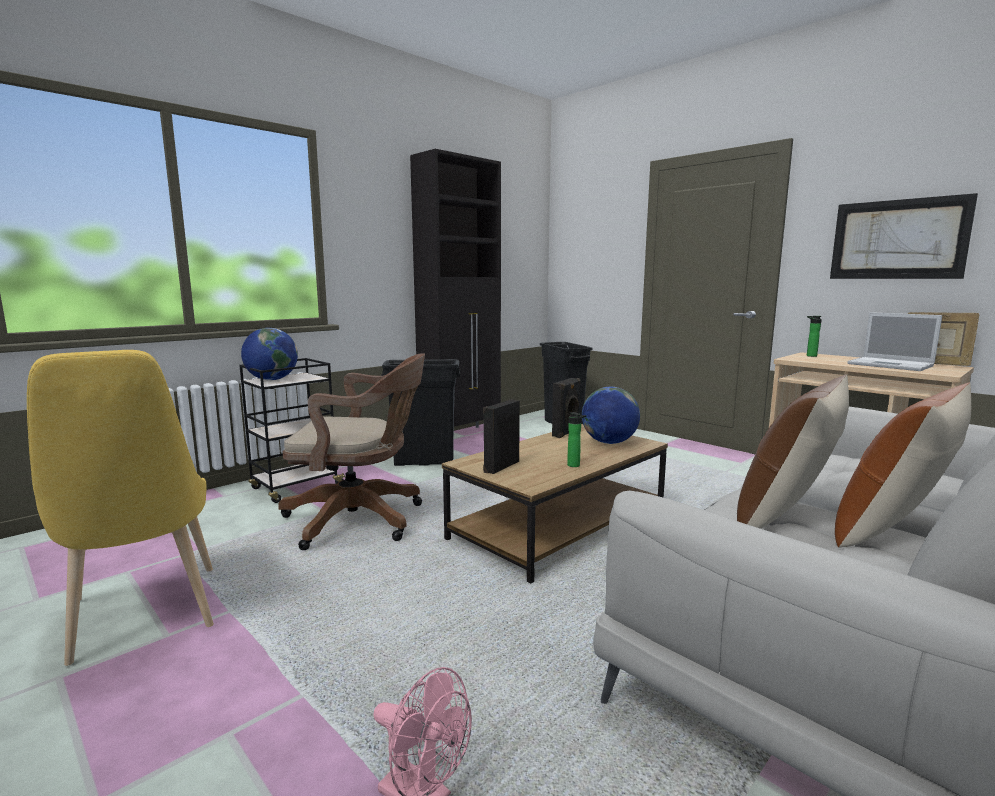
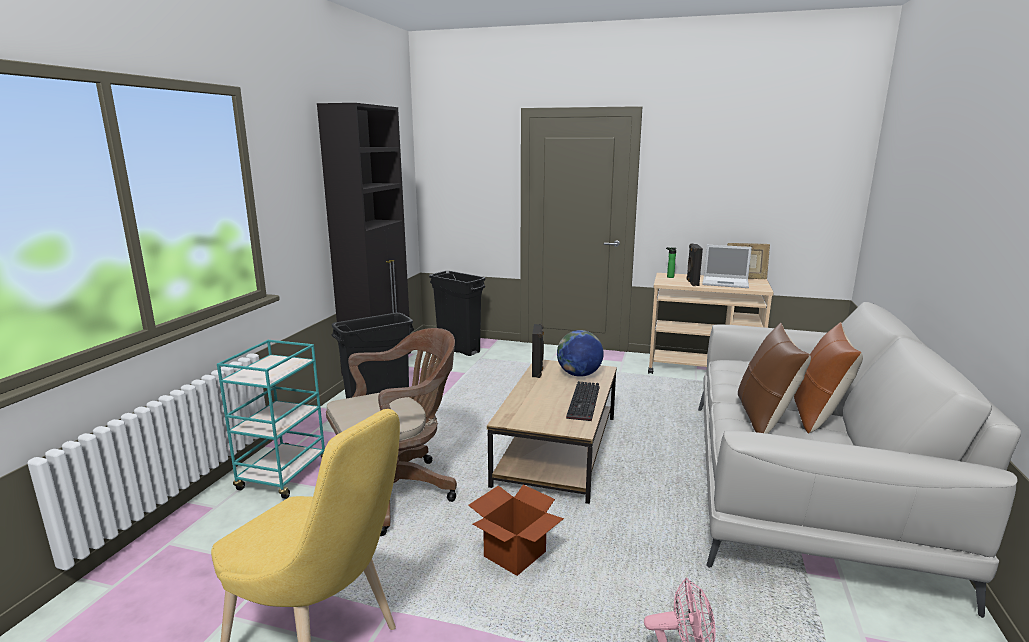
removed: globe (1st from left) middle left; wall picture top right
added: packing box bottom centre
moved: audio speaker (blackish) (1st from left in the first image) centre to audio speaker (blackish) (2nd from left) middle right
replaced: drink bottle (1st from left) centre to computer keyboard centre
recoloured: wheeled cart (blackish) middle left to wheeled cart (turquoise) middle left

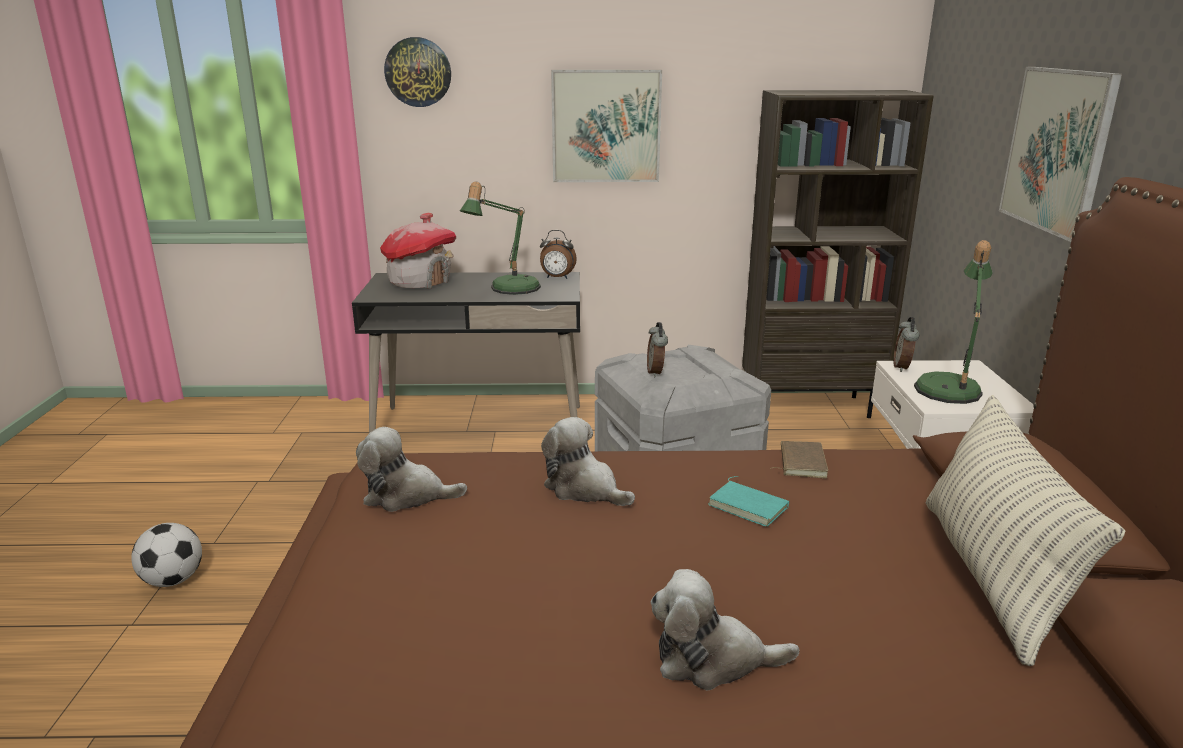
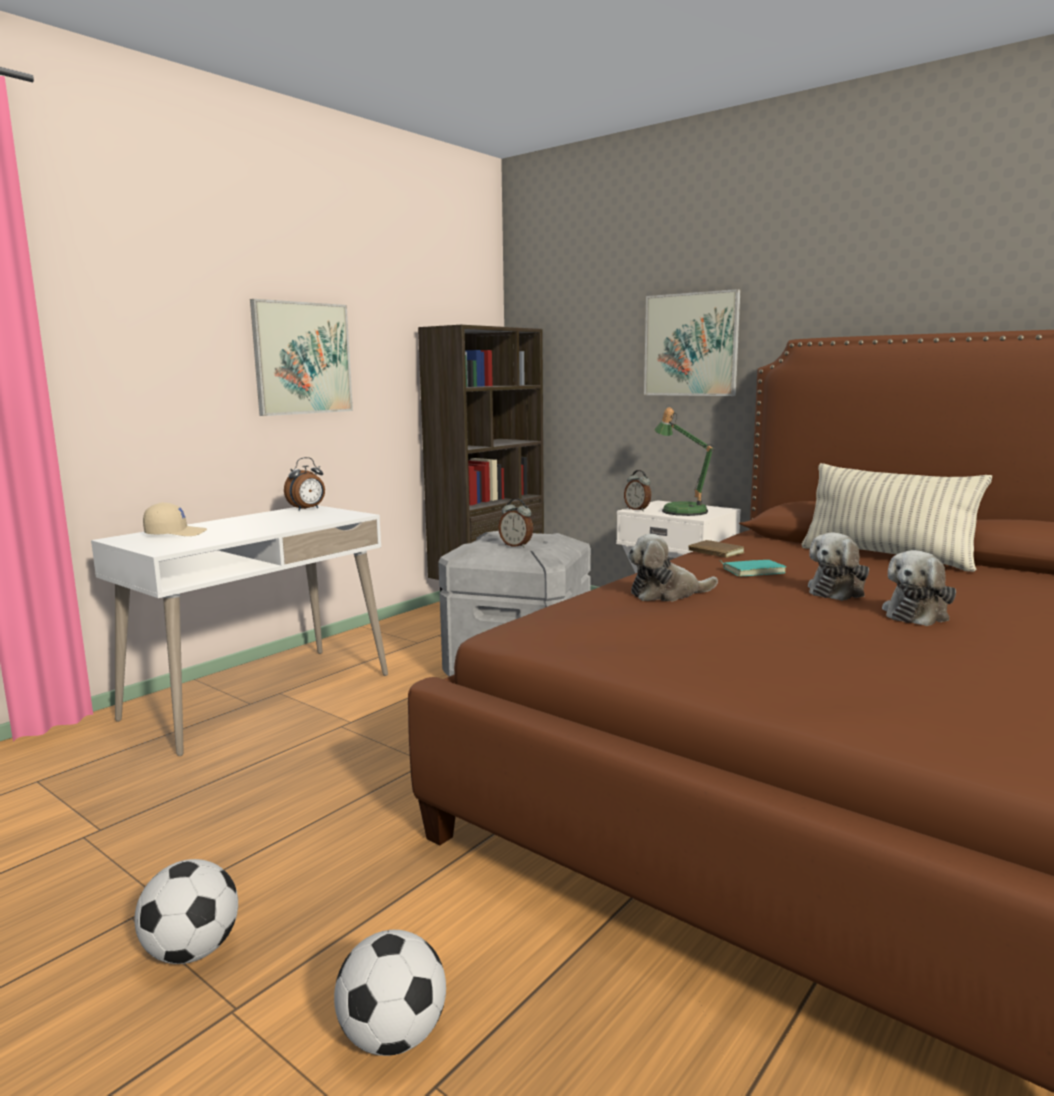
removed: hanging clock top centre; lamp for a table (1st from left) top centre
added: ball for football (2nd from left) bottom centre
moved: soft toy (1st from left in the first image) centre to soft toy (2nd from left) middle right
replaced: toy house centre to baseball cap (beige) middle left
recoloured: desk unit (blackish) centre to desk unit (white-coloured) middle left

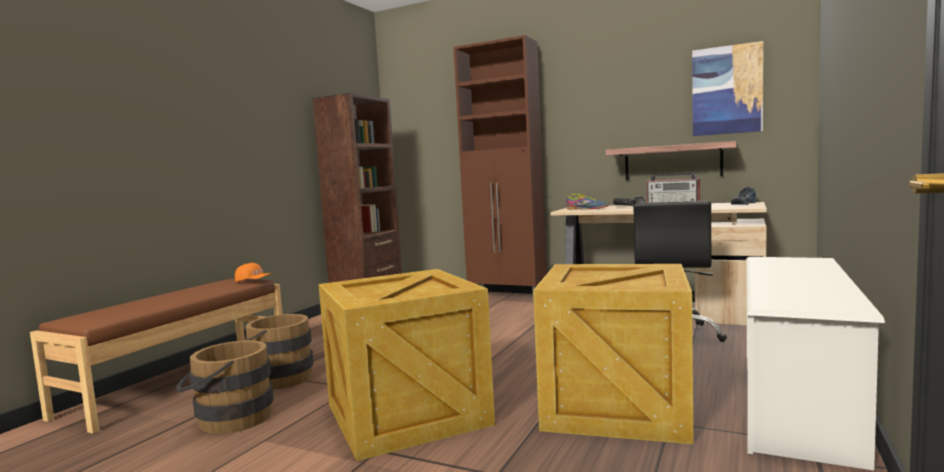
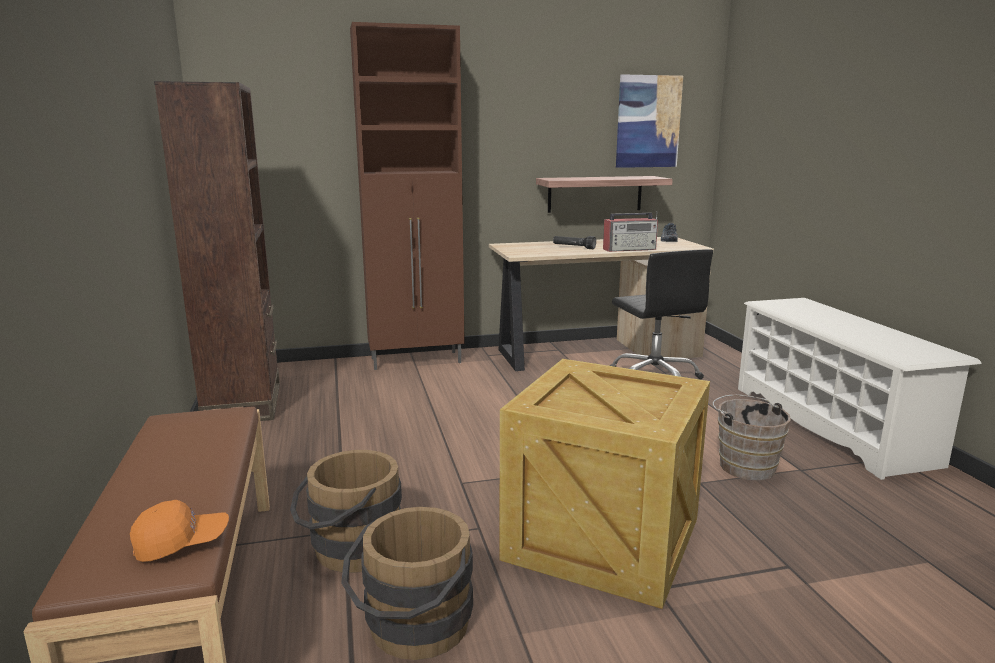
removed: shoe (1st from left) centre
moved: baseball cap (orange) middle left to bottom left
replaced: crate (2nd from left) bottom centre to water bucket (brown) (3rd from left) middle right

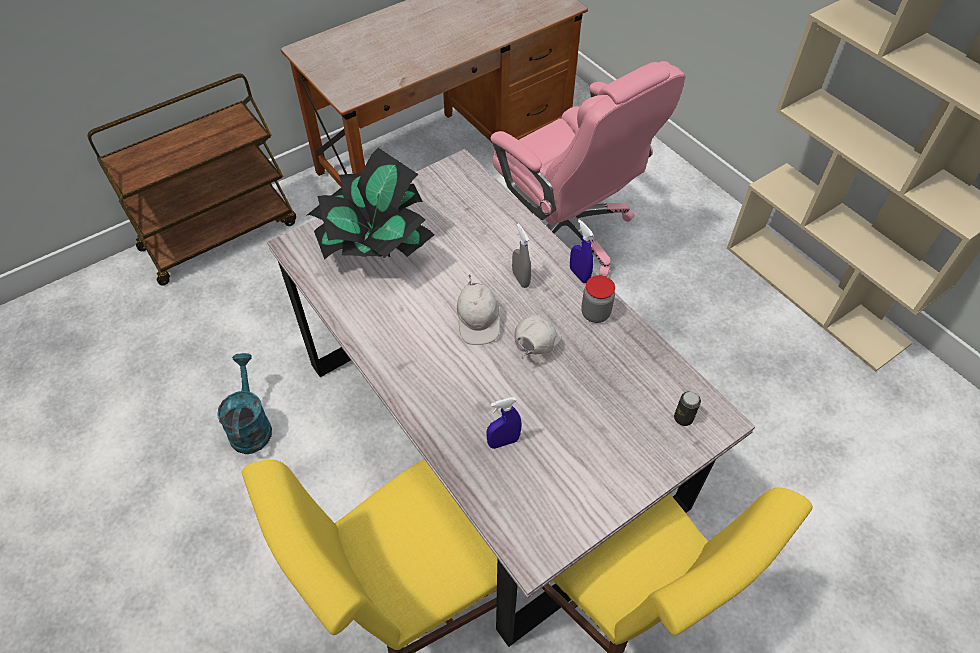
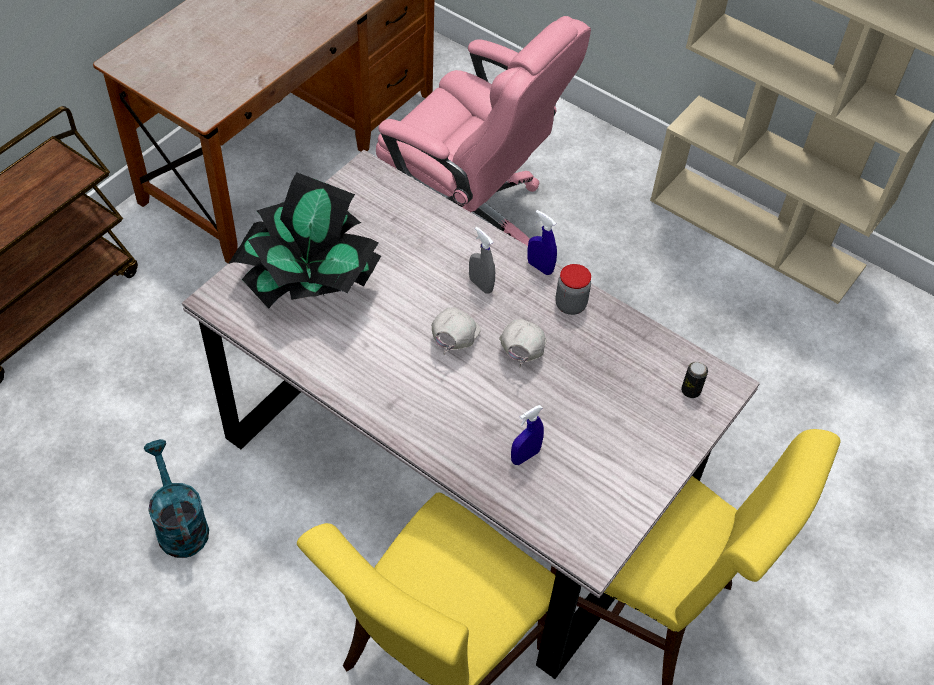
turned: baseball cap (white-coloured) (1st from left) centre = centre 135 degrees counterclockwise

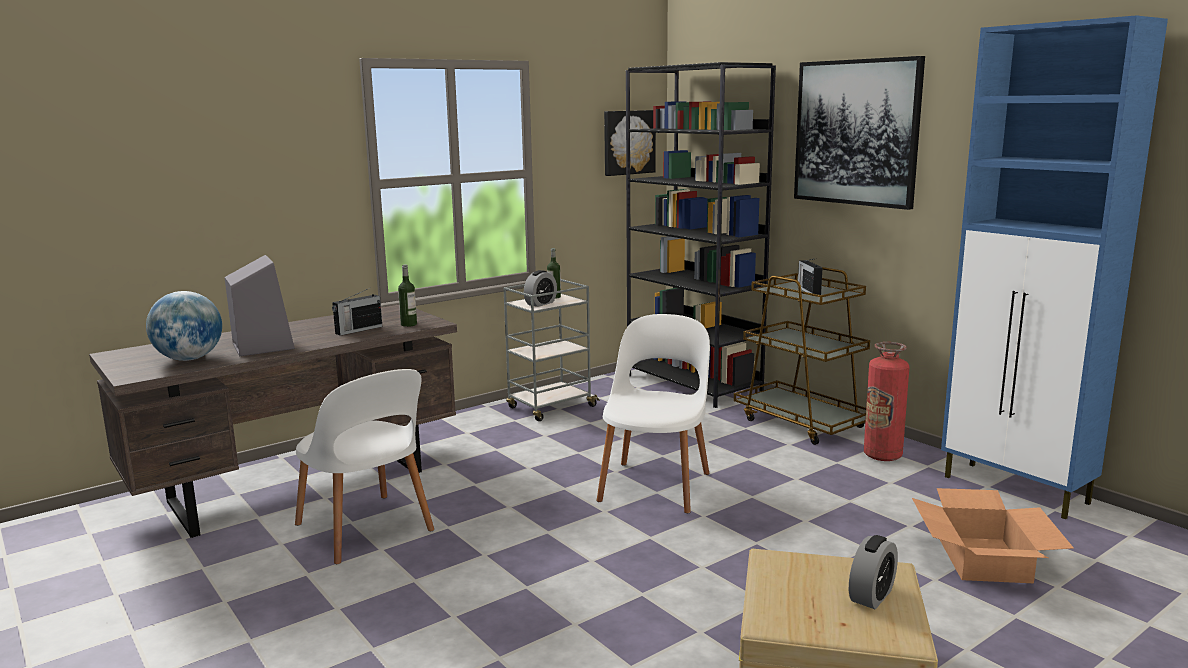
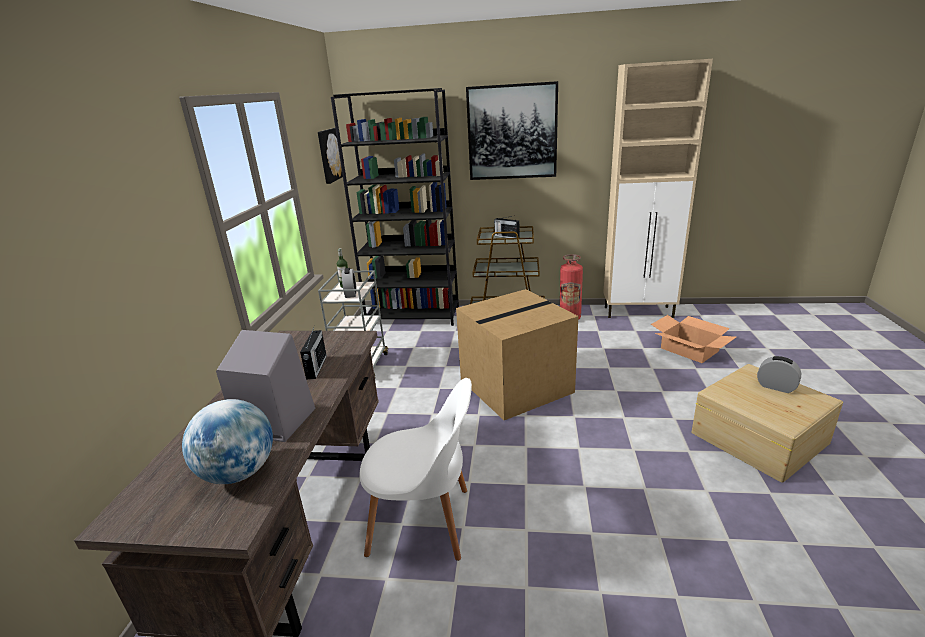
removed: drink bottle (1st from left) centre
replaced: upright chair (white-coloured) (2nd from left) centre to packing box (1st from left) centre
recoloured: storage cabinet (blue) middle right to storage cabinet (beige) top right
turned: table clock (2nd from left) bottom right = middle right 45 degrees counterclockwise

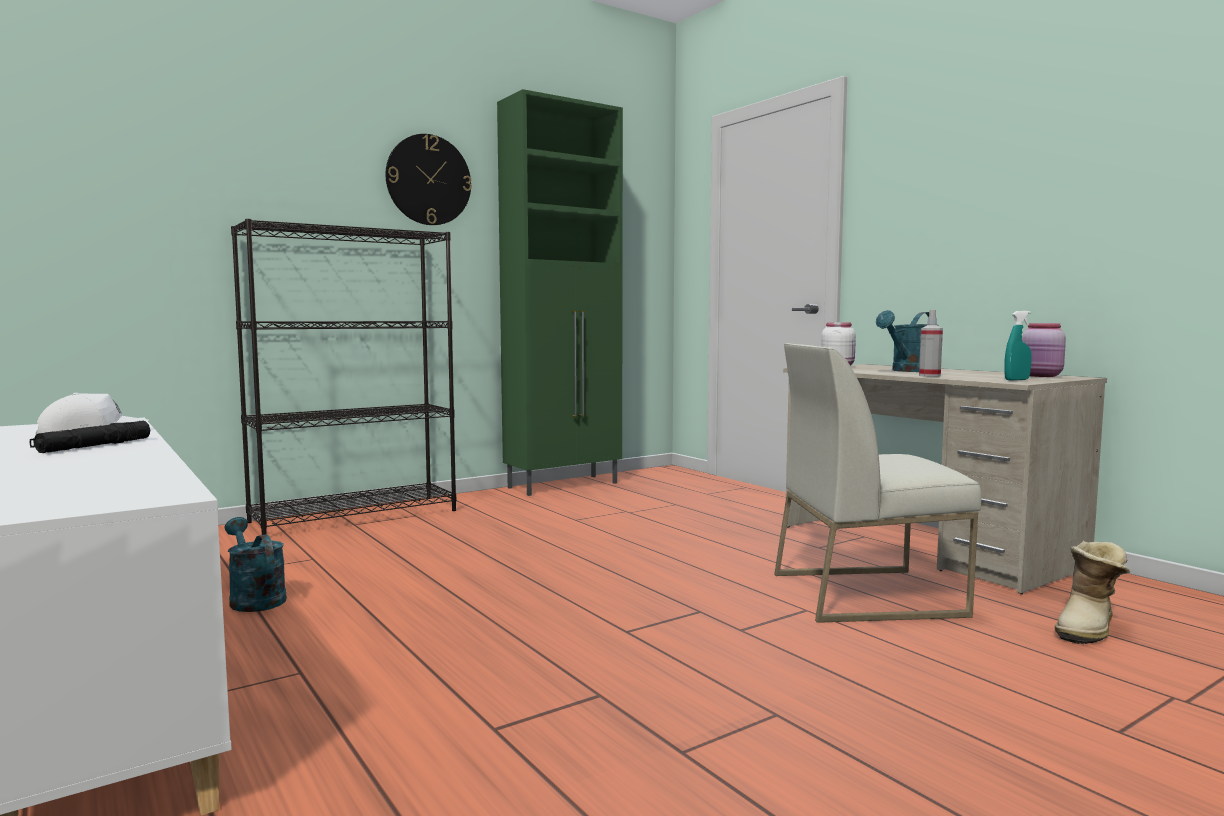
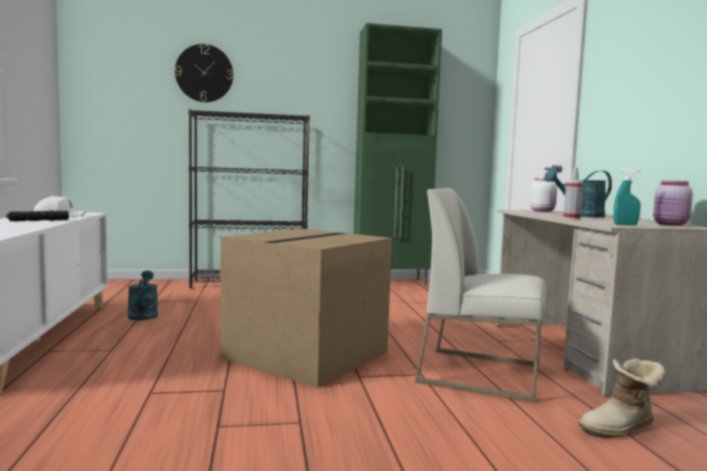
added: packing box centre
moved: hanging clock top centre to top left

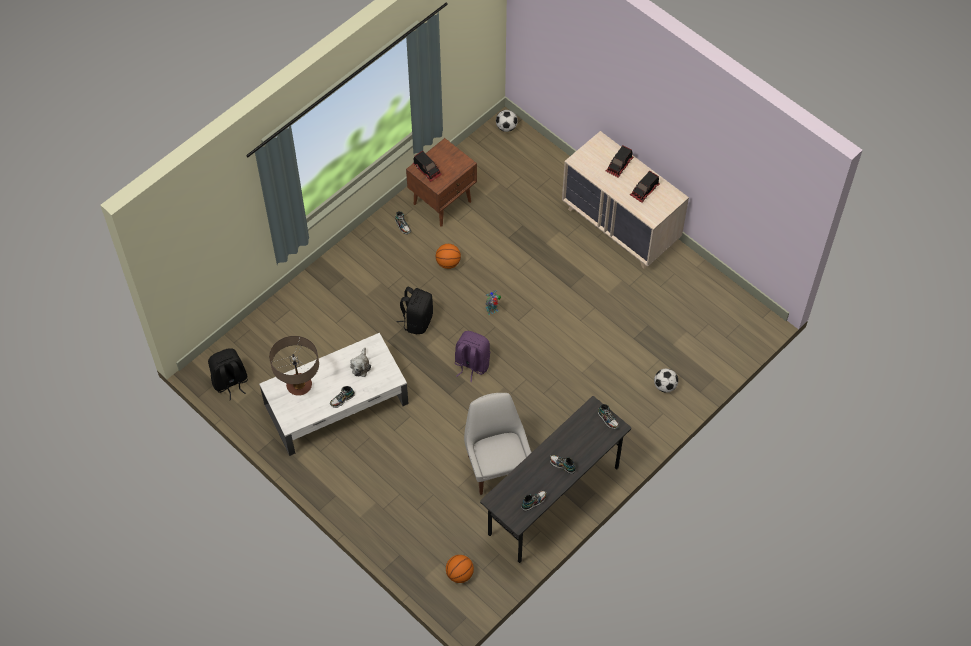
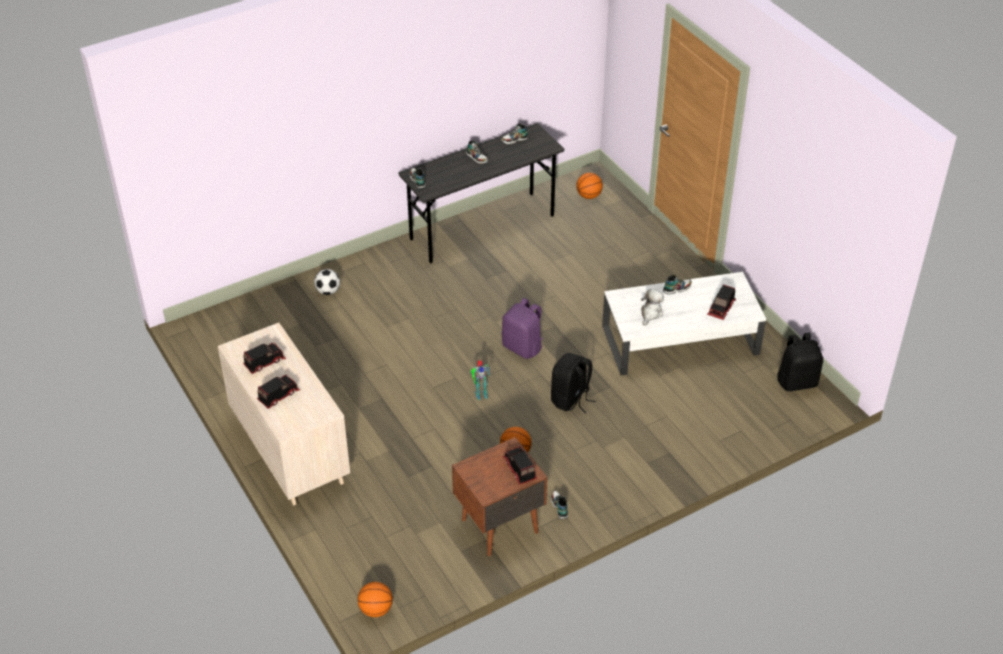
removed: upright chair (white-coloured) bottom centre
replaced: lamp for a table middle left to toy lorry (4th from left) middle right; ball for football (1st from left) top centre to basketball ball (1st from left) bottom centre

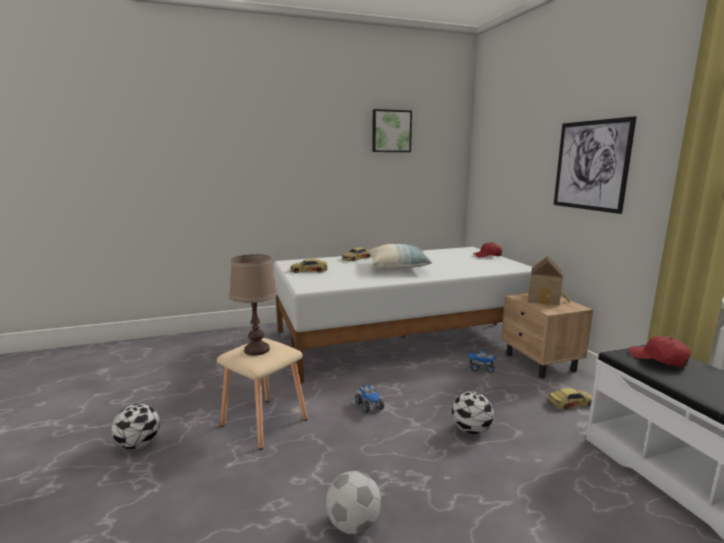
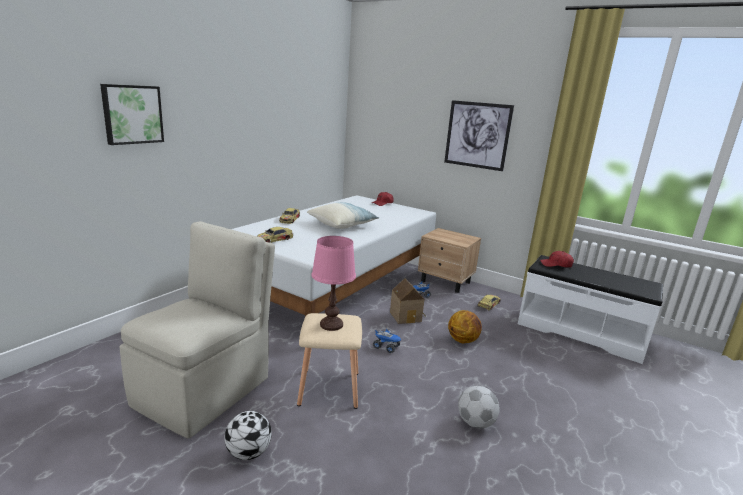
added: upright chair (beige) middle left
moved: wall picture (1st from left) top centre to top left; toy house middle right to centre
replaced: ball for football (3rd from left) bottom centre to basketball ball centre
recoloured: lamp for a table (brown) centre to lamp for a table (pinkish) centre

